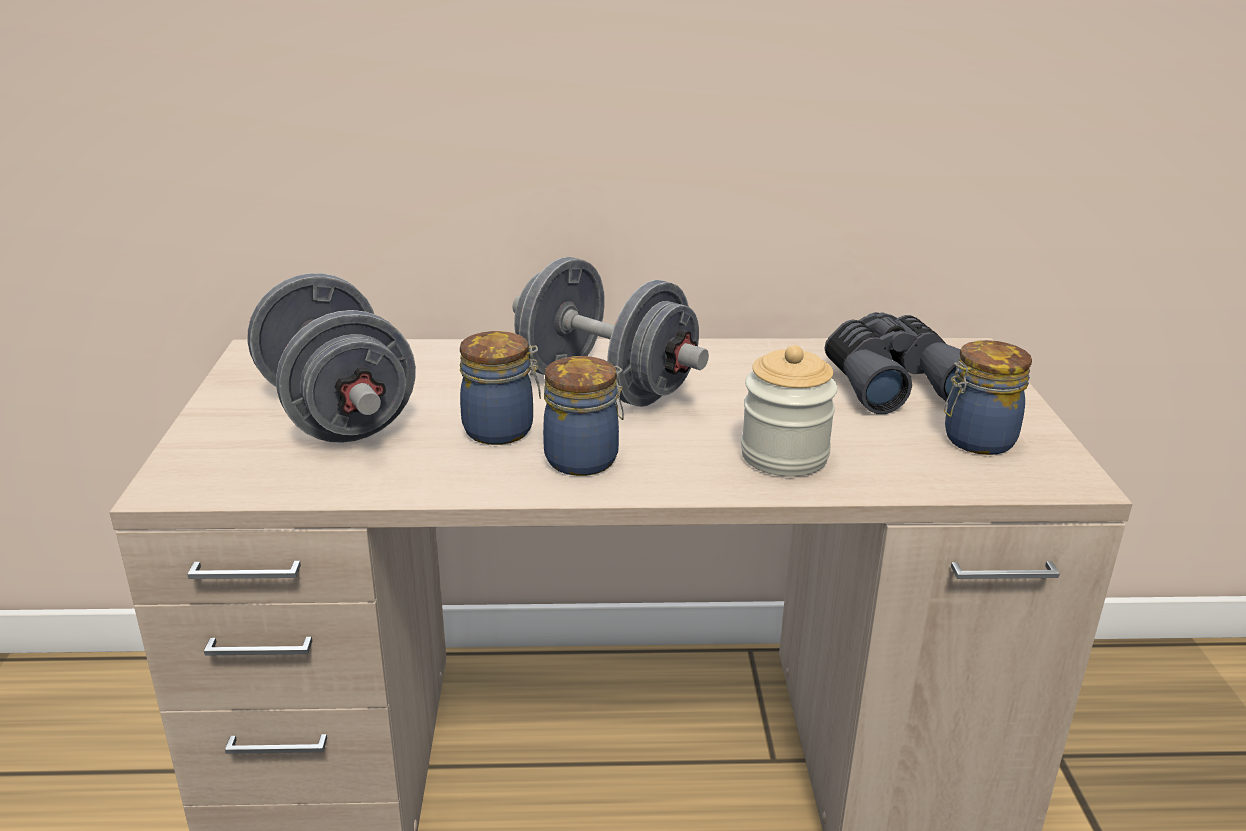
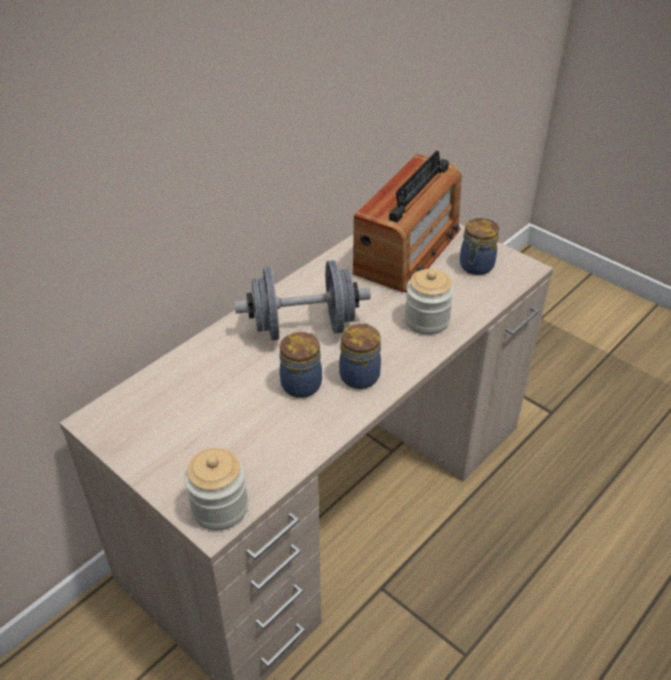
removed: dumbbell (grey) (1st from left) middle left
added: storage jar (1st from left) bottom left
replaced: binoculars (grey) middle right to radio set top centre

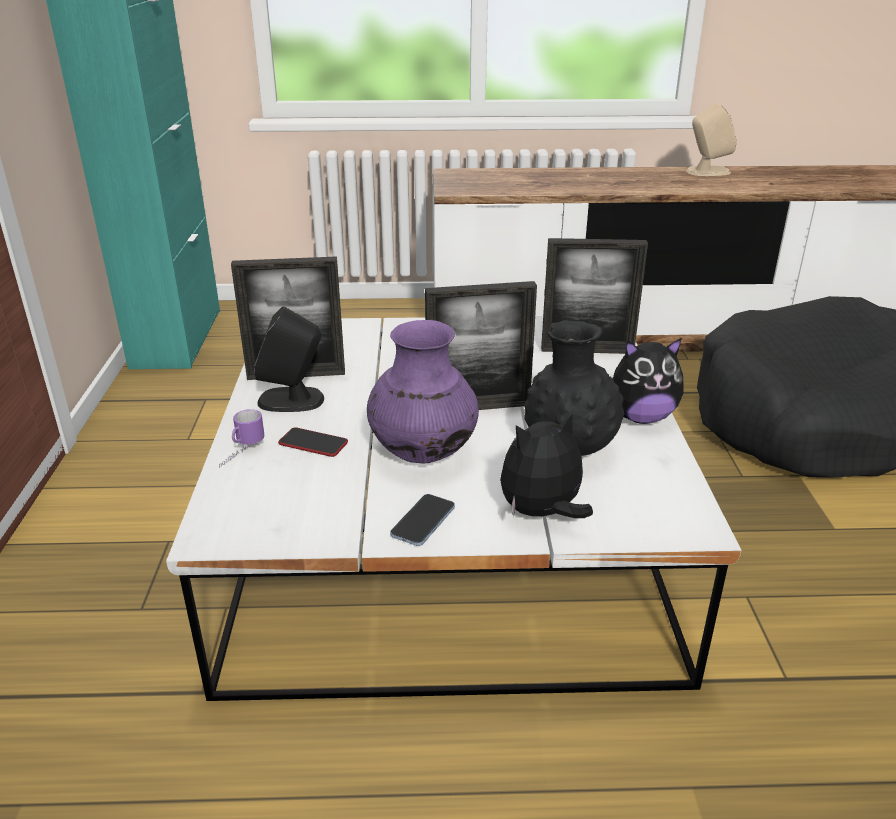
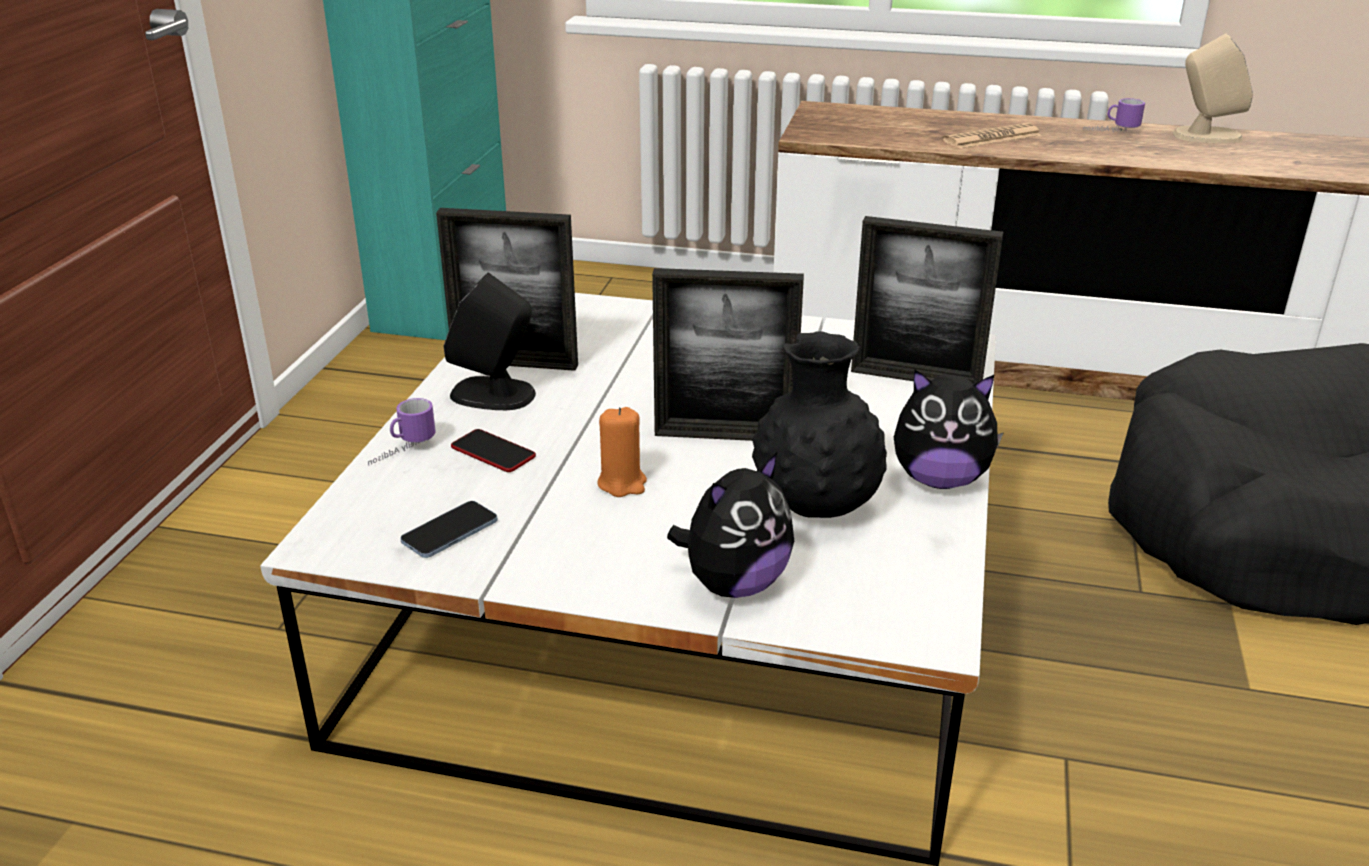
added: newspaper top right; coffee mug (2nd from left) top right
moved: phone (2nd from left in the first image) centre to phone (1st from left) middle left
replaced: decorative vase (purple) centre to wax light (orange) centre
turned: soft toy (1st from left) centre = centre 150 degrees clockwise

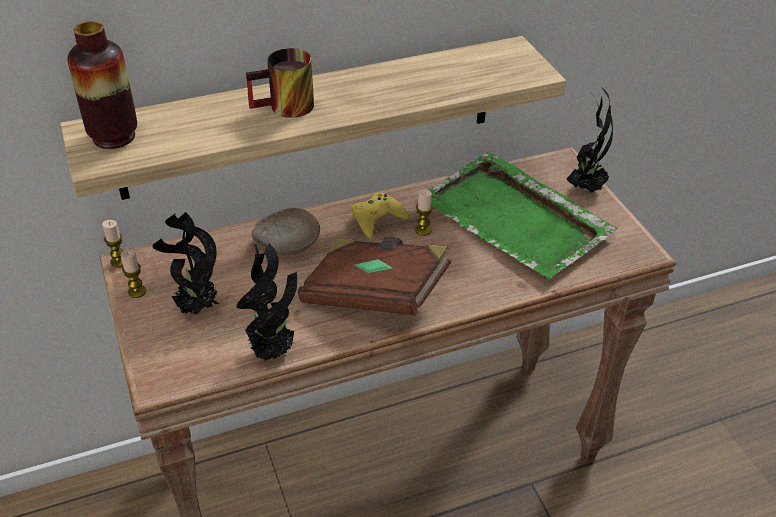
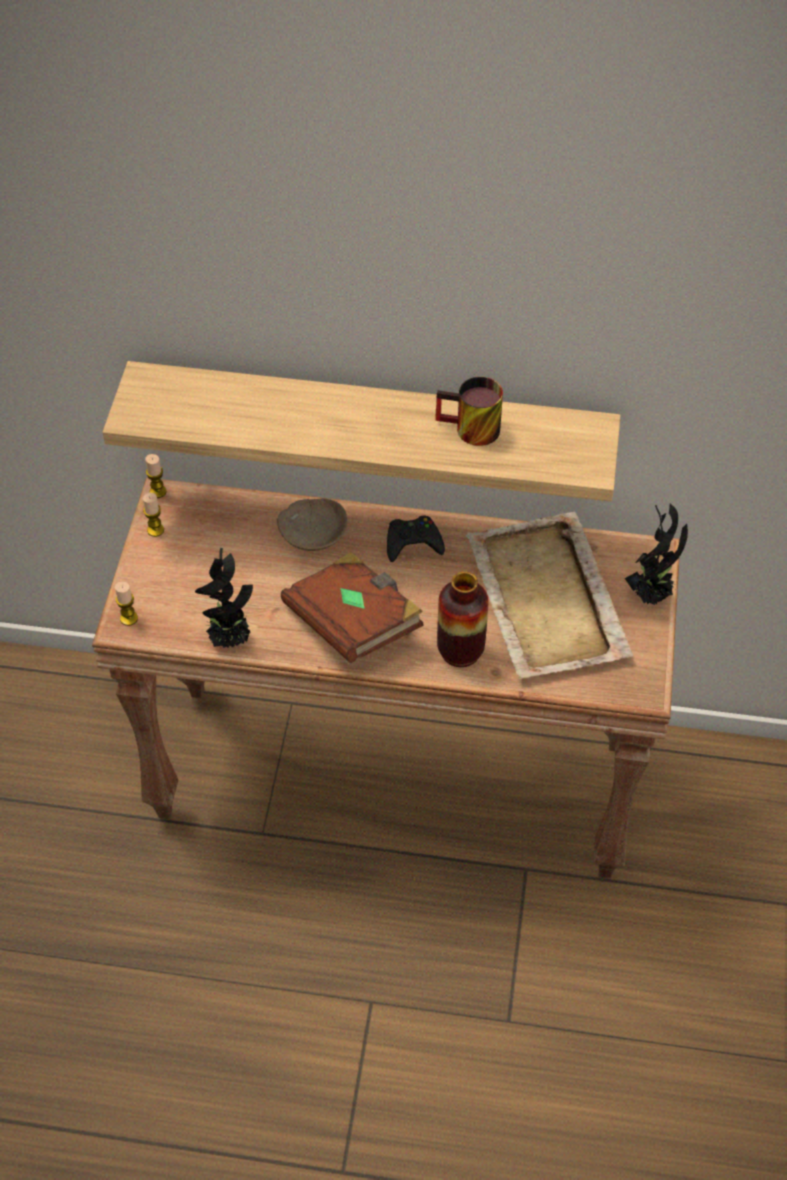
removed: houseplant (1st from left) middle left
moved: decorative vase top left to centre; coffee mug top centre to centre; wax light (3rd from left in the first image) centre to wax light (1st from left) middle left
recoloured: game controller (yellow-coloured) centre to game controller (blackish) centre; serving tray (green) centre to serving tray (beige) middle right

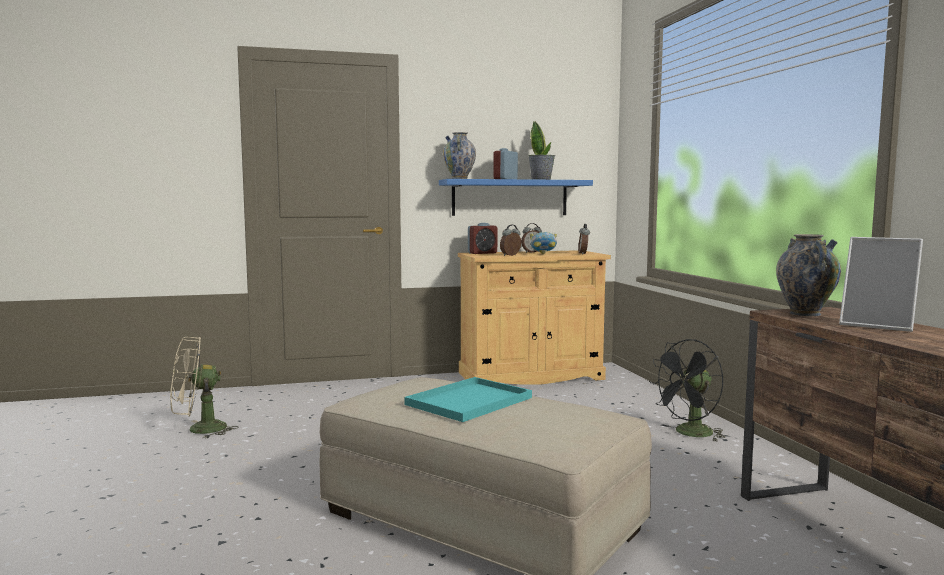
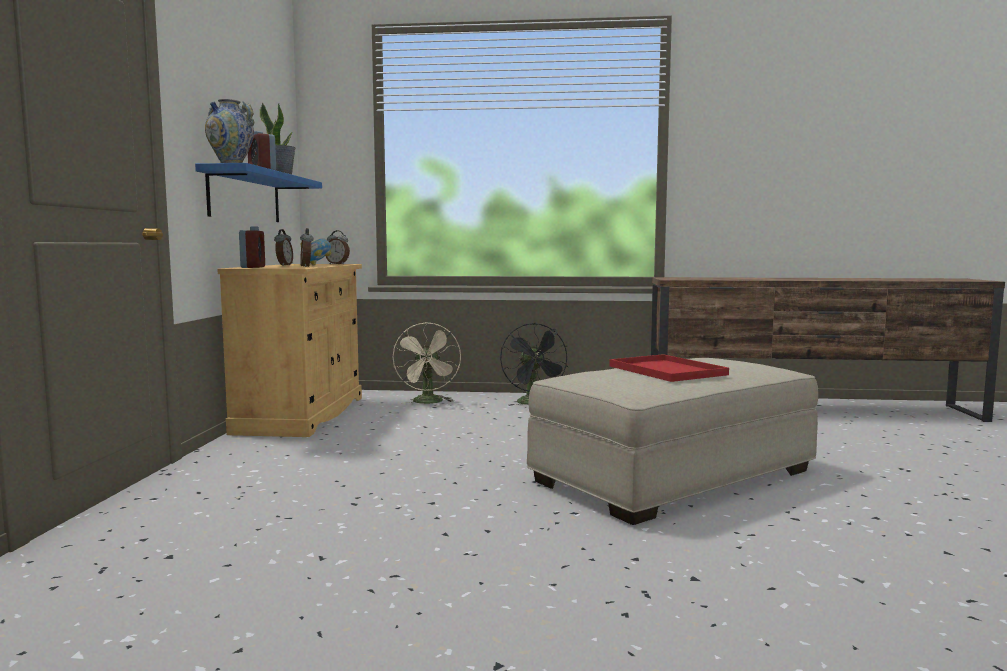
removed: decorative vase (2nd from left) middle right; picture frame middle right
moved: fan (beige) bottom left to centre
recoloured: serving tray (turquoise) bottom centre to serving tray (red) centre

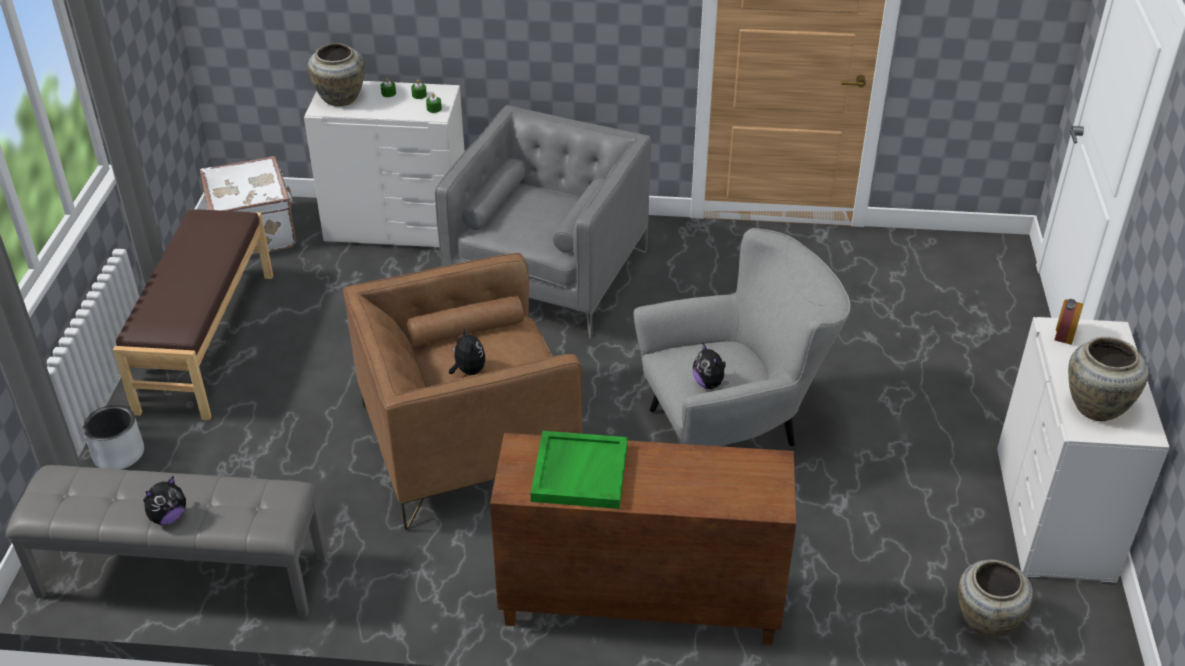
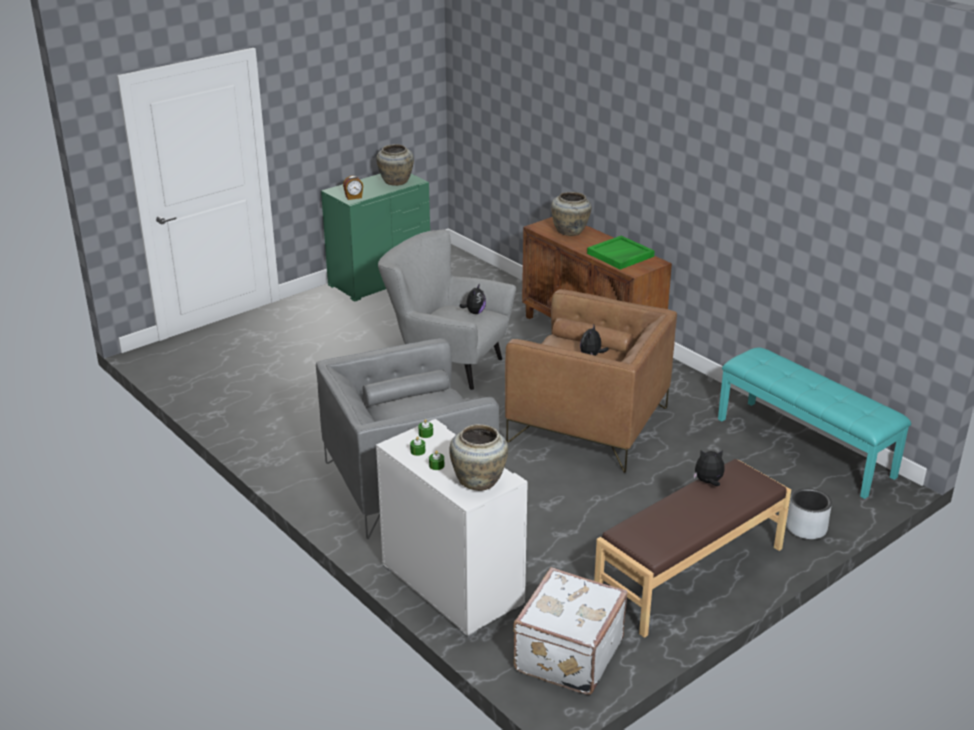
moved: soft toy (1st from left in the first image) bottom left to soft toy (3rd from left) middle right; decorative vase (beige) (2nd from left in the first image) bottom right to decorative vase (beige) (3rd from left) top centre
recoloured: indoor bench (grey) bottom left to indoor bench (turquoise) middle right; drawer chest (white-coloured) (2nd from left) bottom right to drawer chest (green) top centre

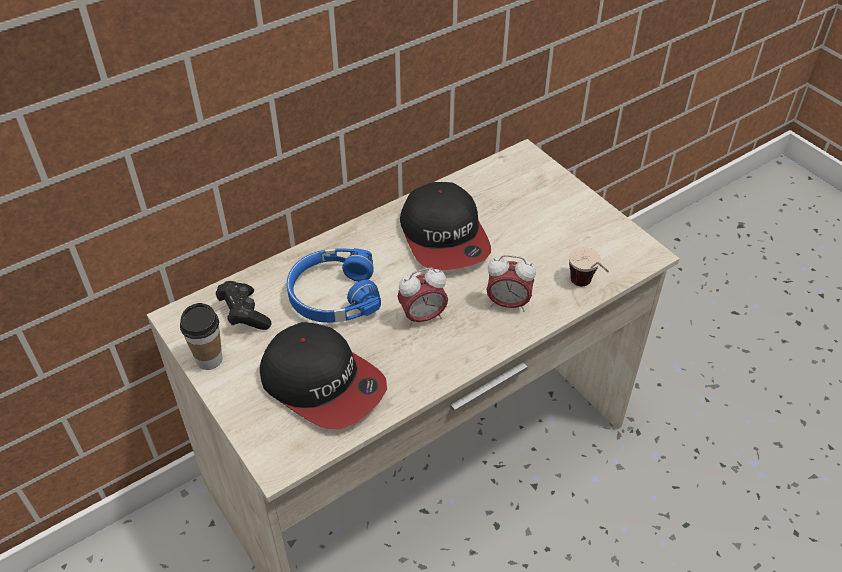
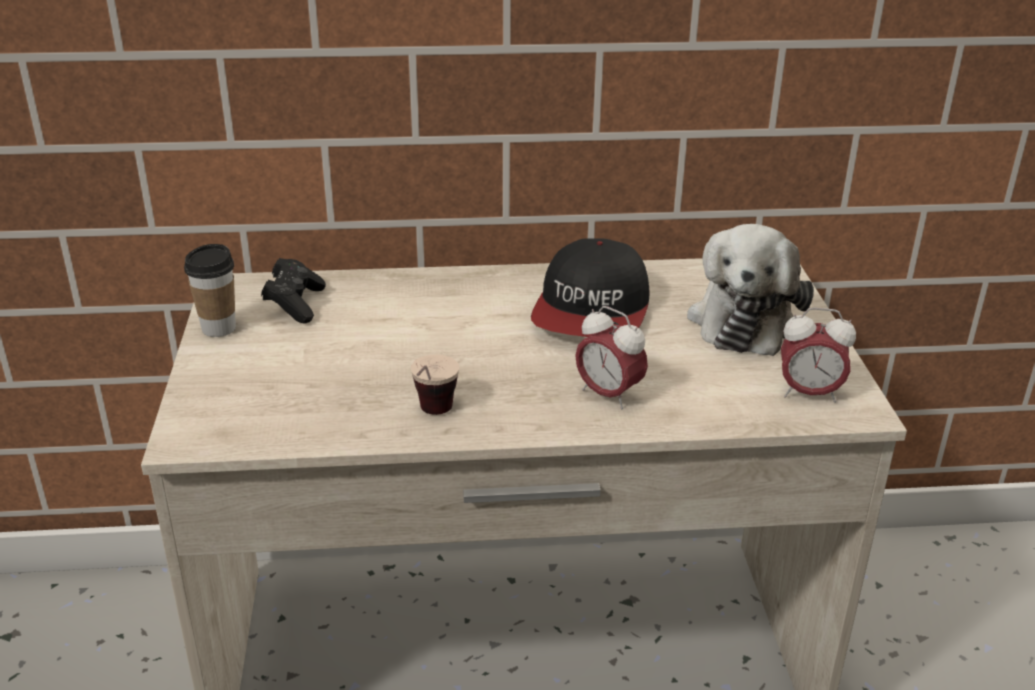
removed: baseball cap (1st from left) centre; headphones (blue) centre
added: soft toy middle right
moved: table clock (1st from left in the first image) centre to table clock (2nd from left) middle right; cup (2nd from left) middle right to centre

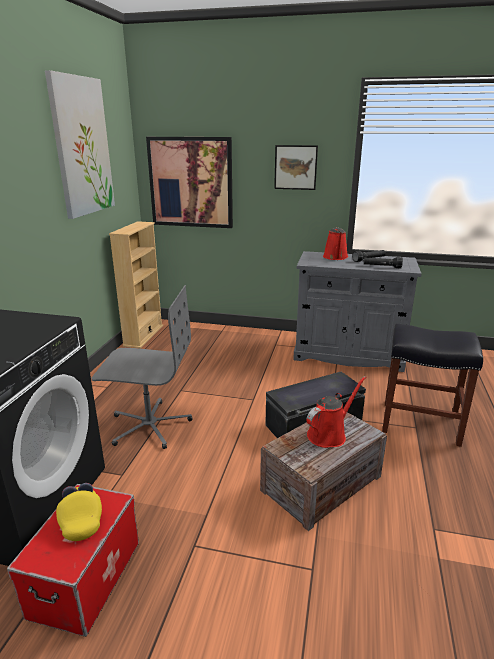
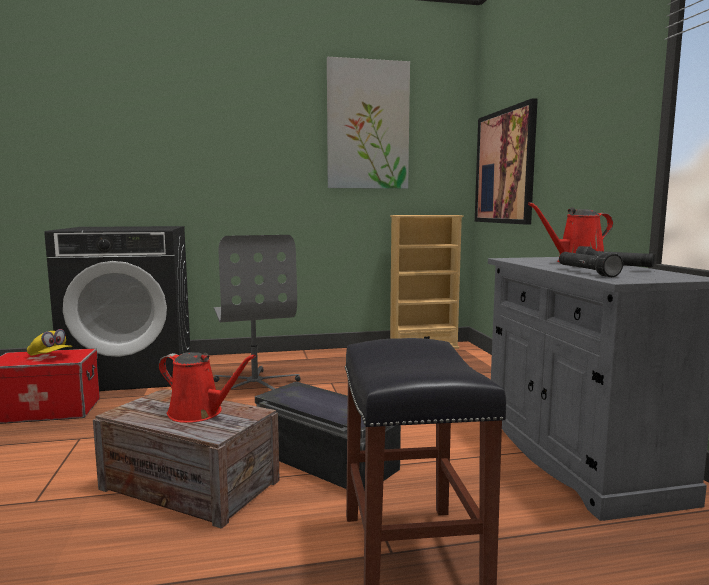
removed: wall picture (3rd from left) top centre
turned: baseball cap (yellow-coloured) bottom left = middle left 75 degrees clockwise

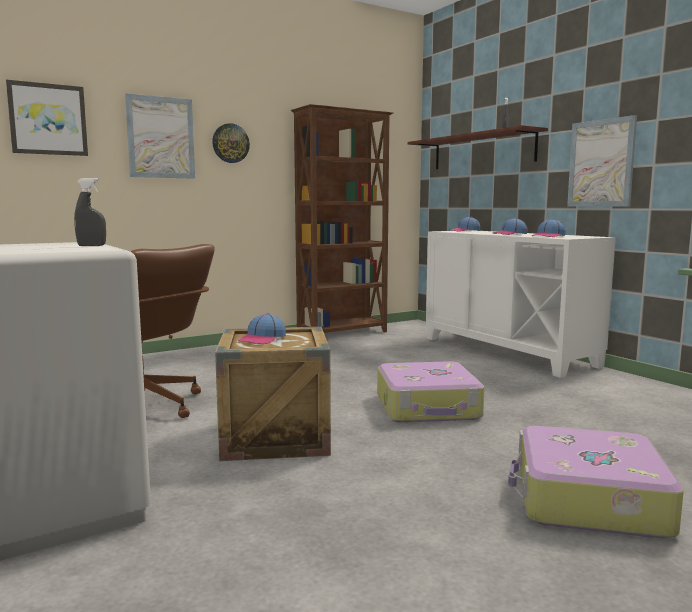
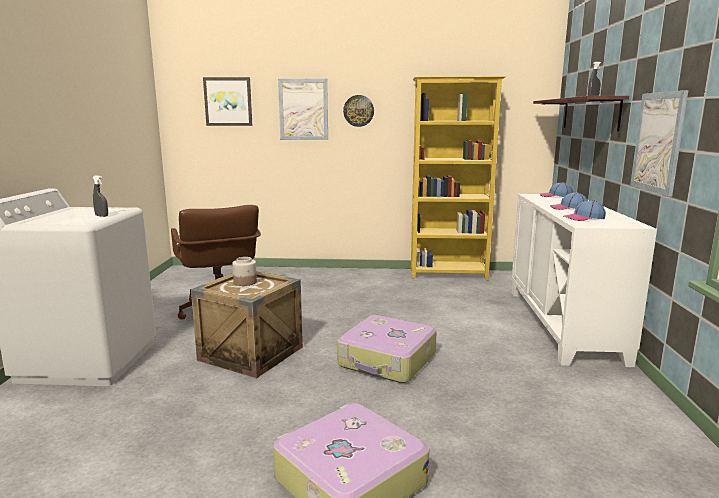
replaced: baseball cap (1st from left) centre to storage jar centre
recoloured: bookshelf (brown) centre to bookshelf (yellow-coloured) centre

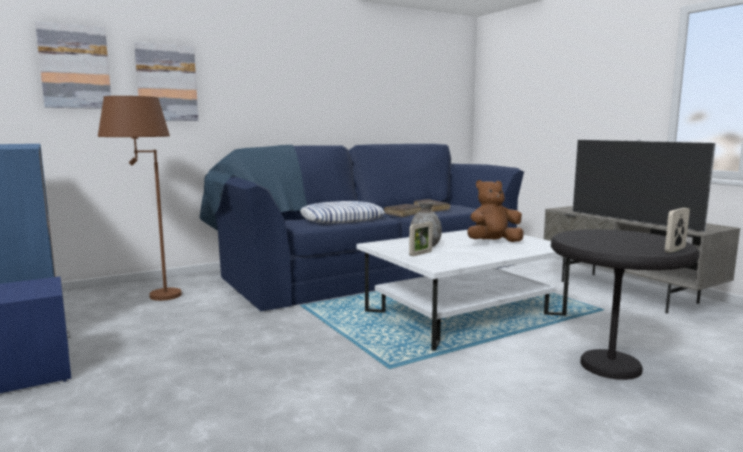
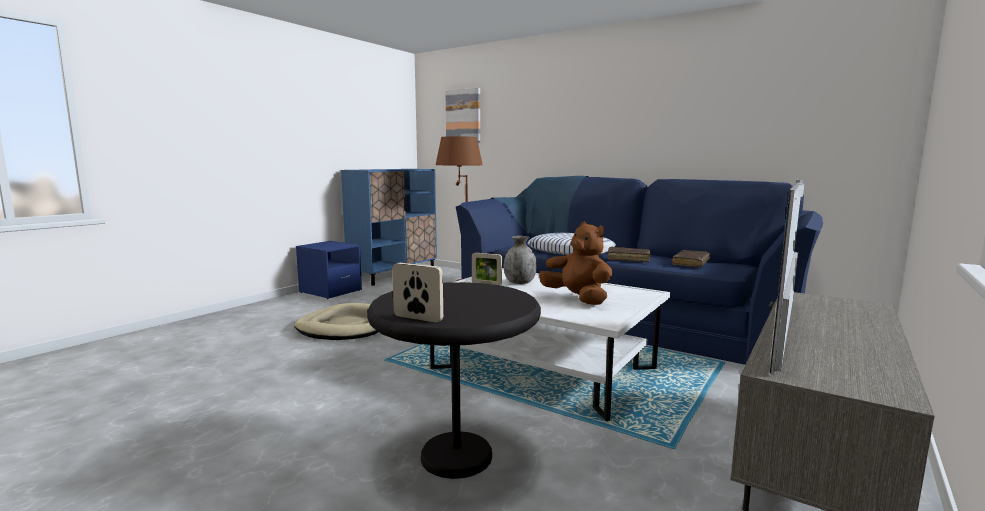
removed: wall picture (2nd from left) top left
added: pet bed (beige) centre

